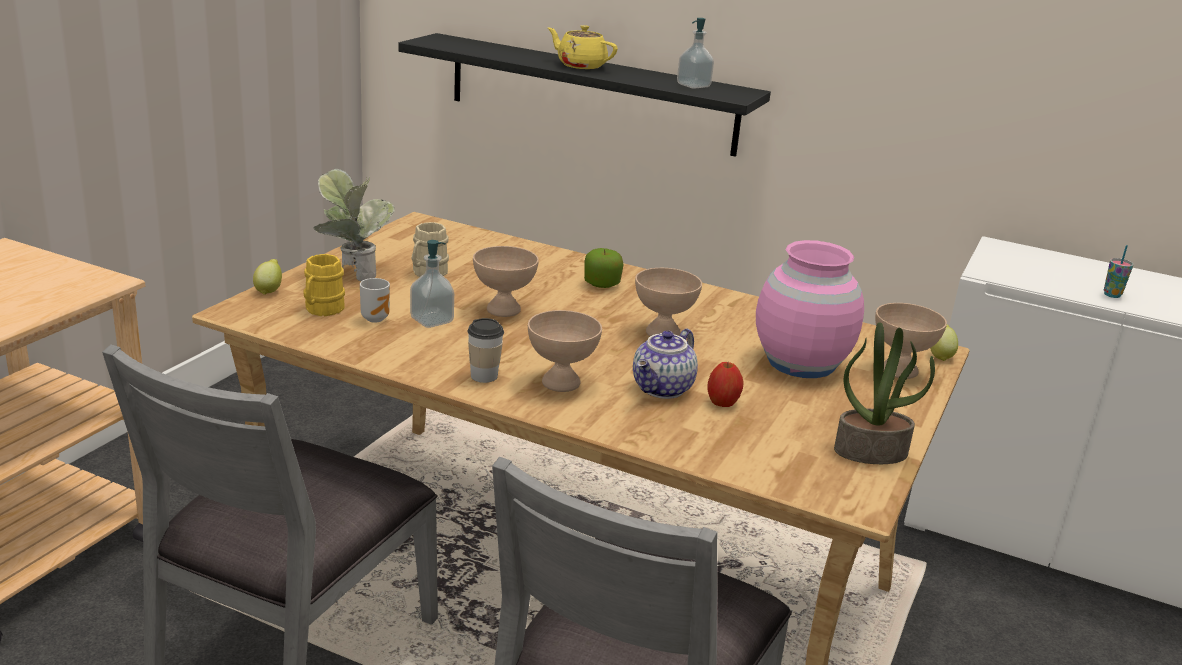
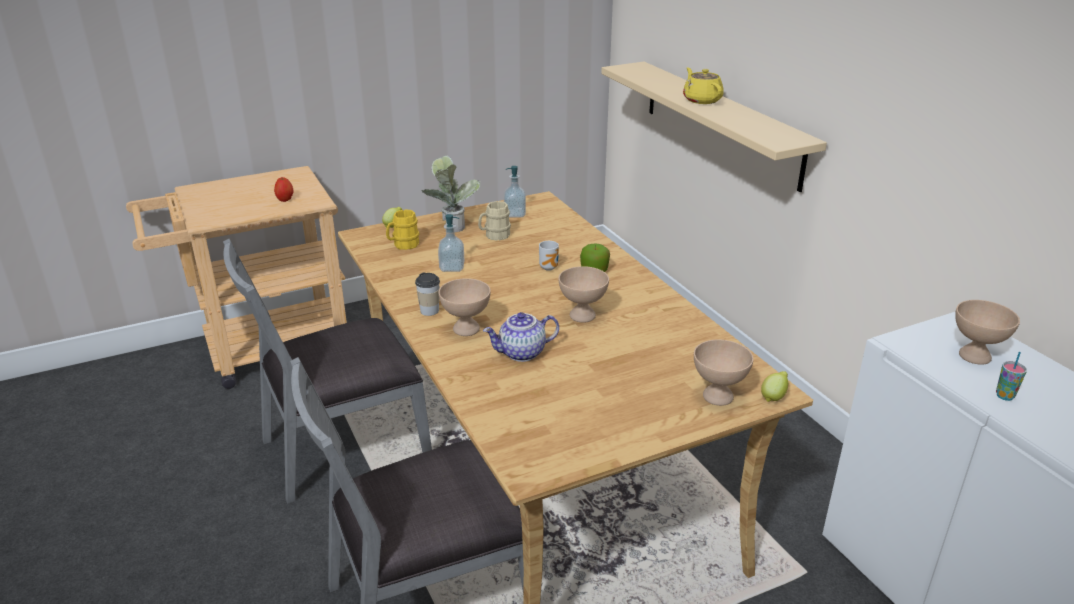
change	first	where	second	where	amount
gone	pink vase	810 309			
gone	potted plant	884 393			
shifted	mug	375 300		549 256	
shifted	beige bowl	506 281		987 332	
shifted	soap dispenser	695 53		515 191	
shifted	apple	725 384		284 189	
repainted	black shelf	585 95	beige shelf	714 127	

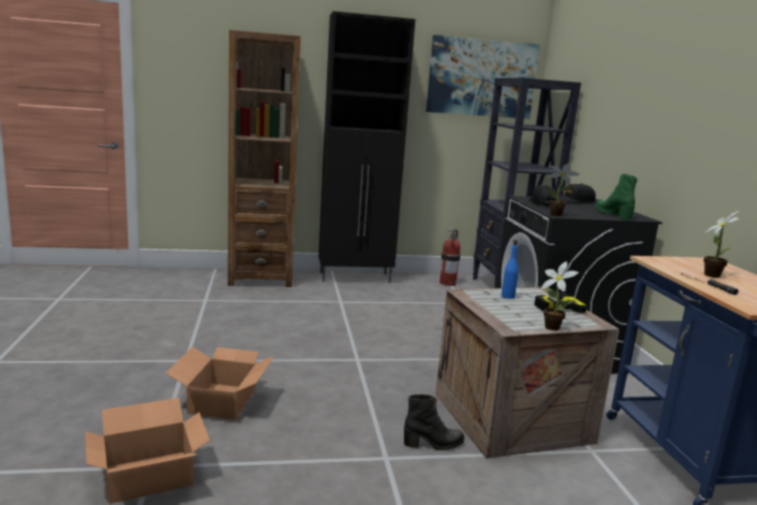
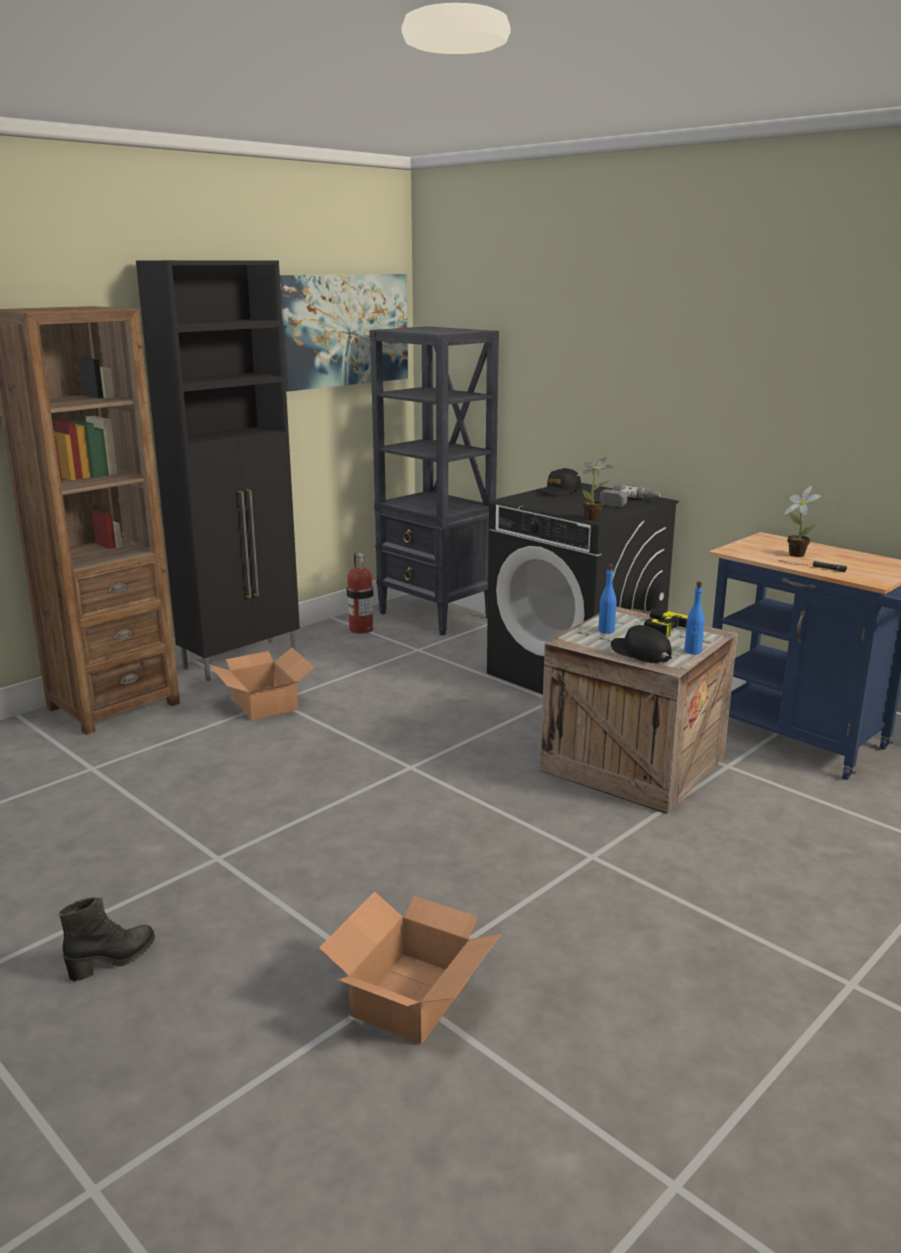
change	first	where	second	where	amount
shifted	cardboard box	220 383		261 684	
shifted	black boot	434 422		107 939	
shifted	black cap	542 196		641 644	
swapped	potted plant	560 296	blue bottle	694 618	
swapped	green boot	616 197	power drill	630 496	

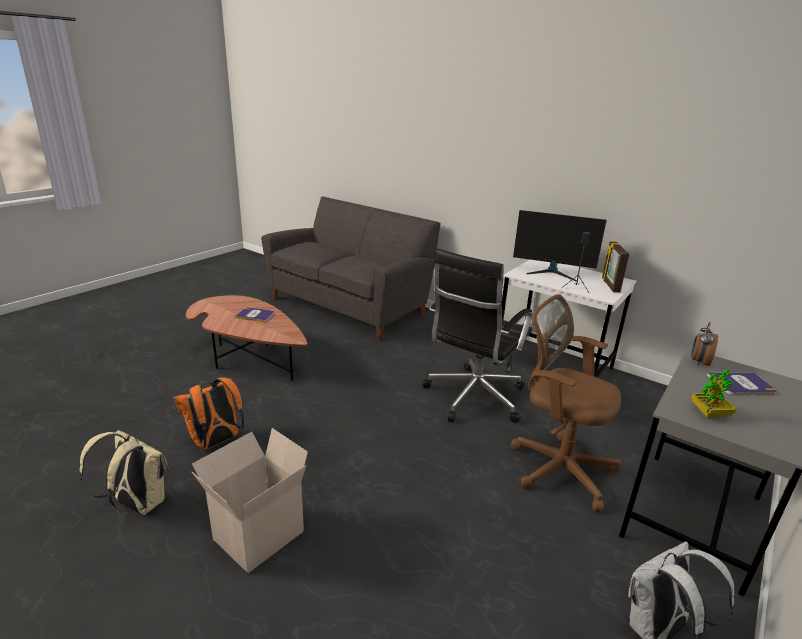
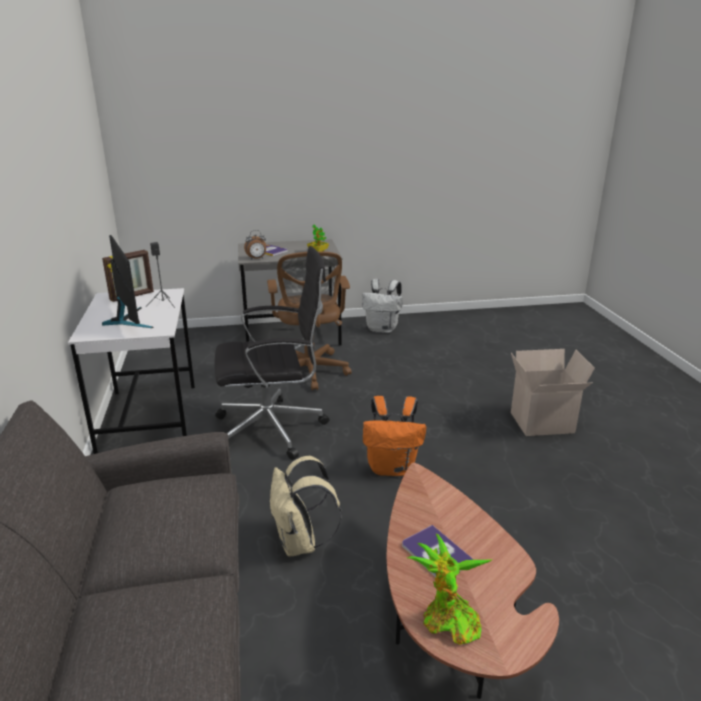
change	first	where	second	where	amount
new			potted plant	449 589	
shifted	beige backpack	124 472		306 506	
shifted	orange backpack	209 413		394 436	

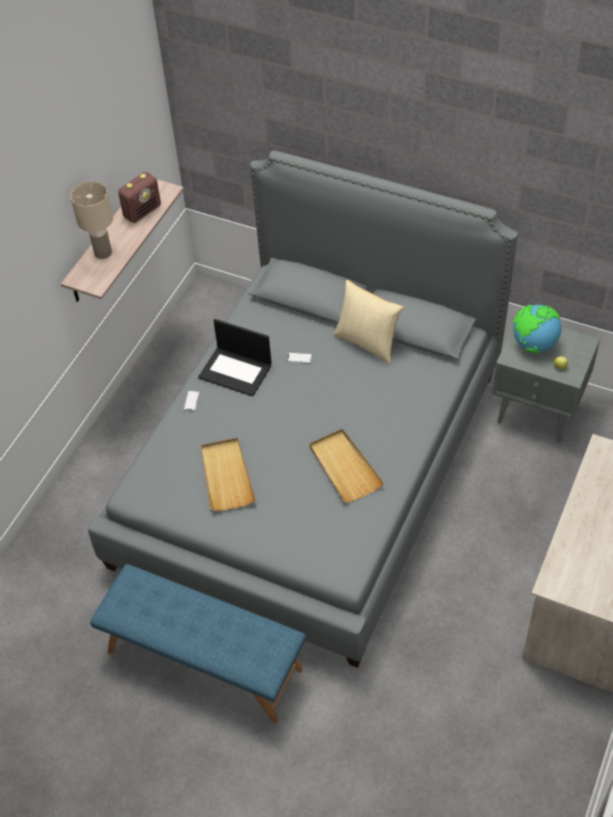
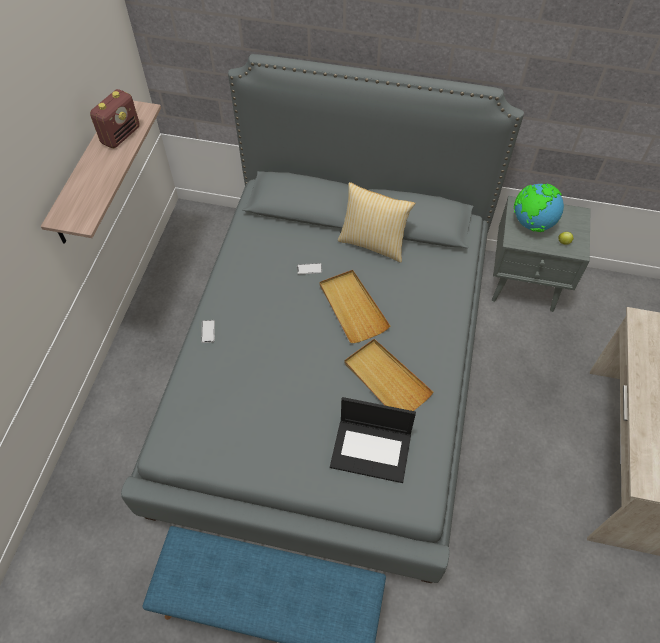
change	first	where	second	where	amount
gone	beige table lamp	91 220			
shifted	laptop	235 358		373 440	
shifted	beige tray	228 474		354 306	

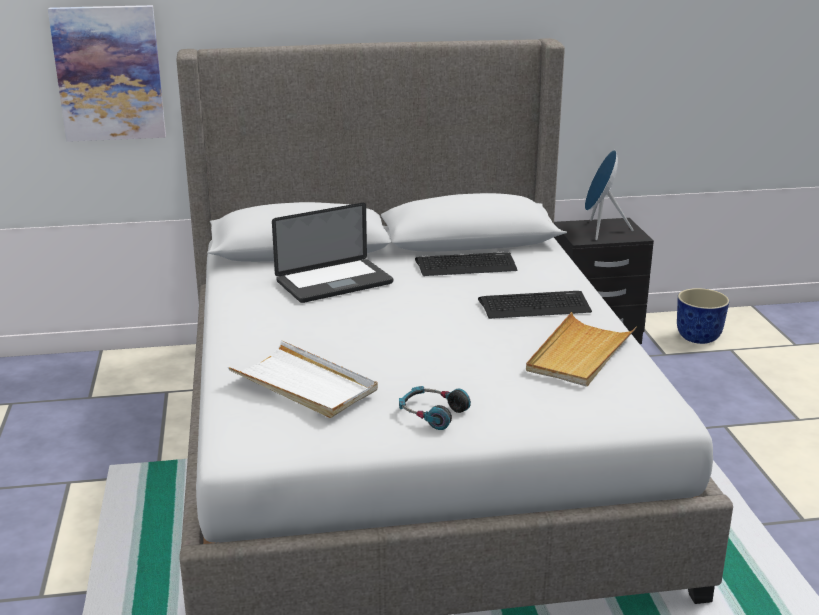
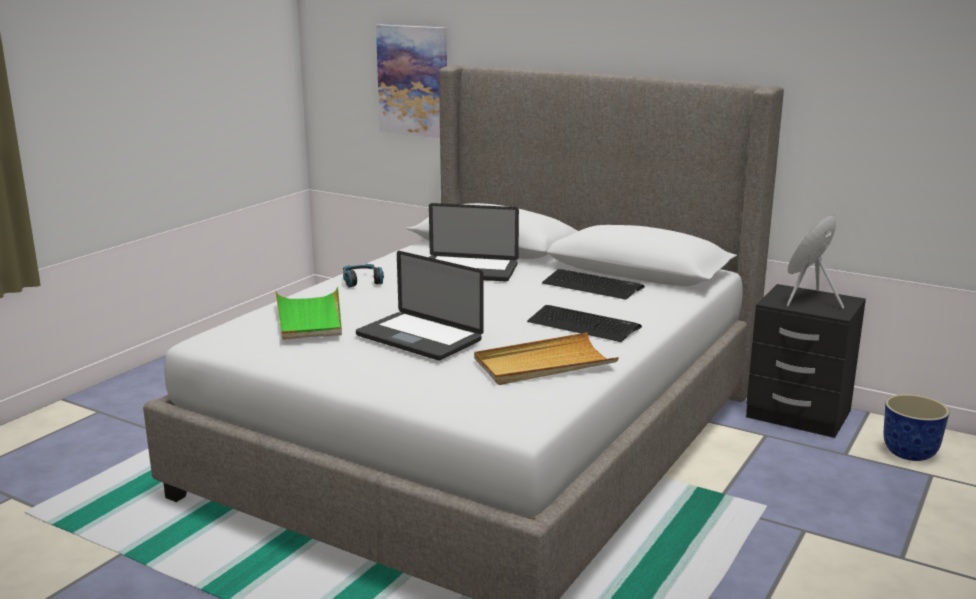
change	first	where	second	where	amount
new			laptop	420 305	
shifted	headphones	435 408		363 276	
repainted	white tray	303 379	green tray	308 313	

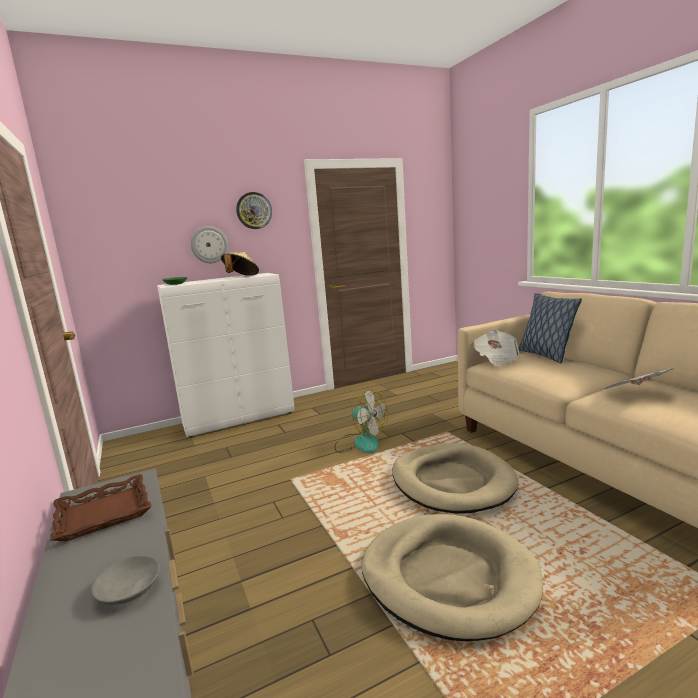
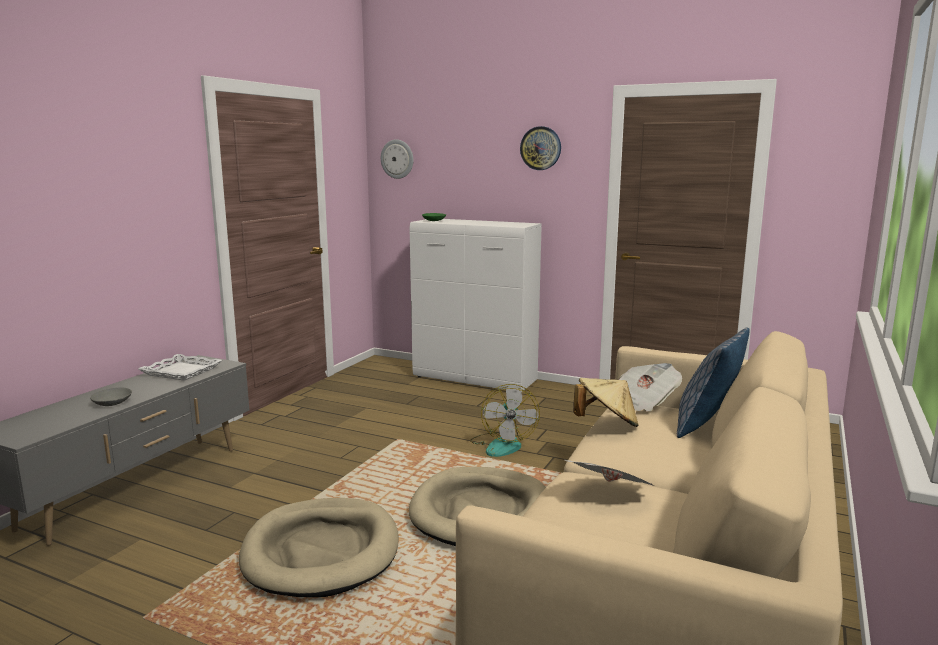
change	first	where	second	where	amount
shifted	wall clock	209 244		397 159	
shifted	beige hat	240 264		606 402	
repainted	brown tray	101 507	white tray	180 367	

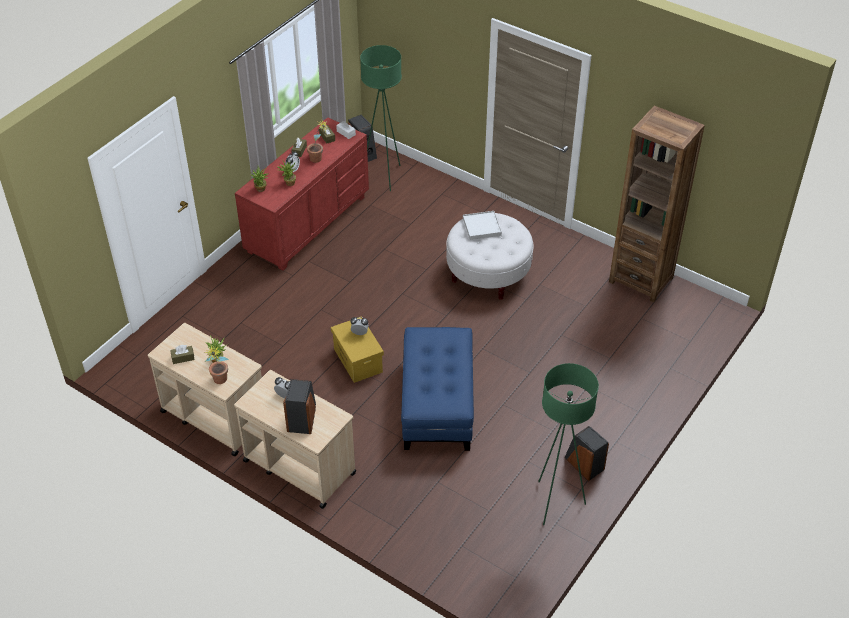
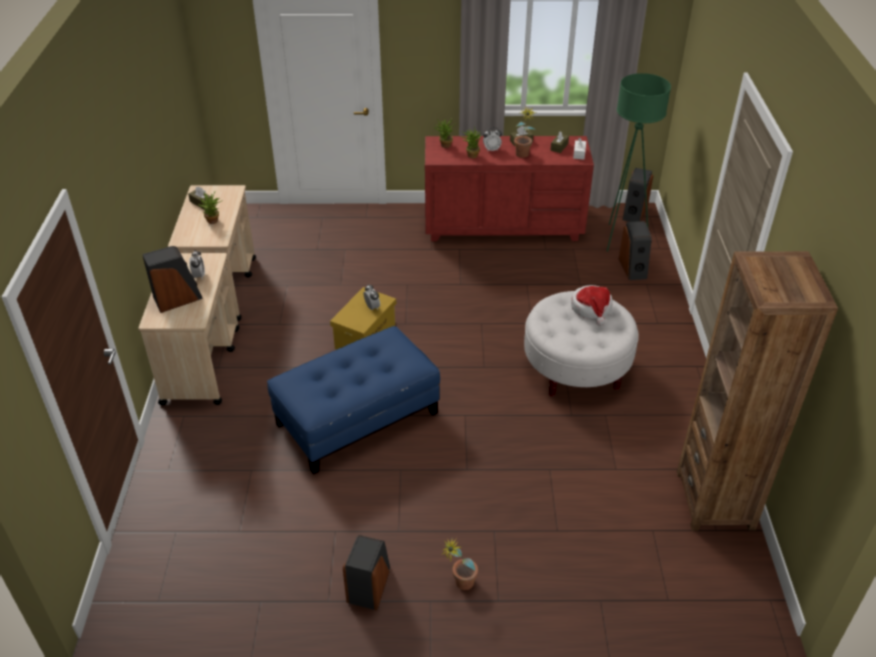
change	first	where	second	where	amount
gone	green floor lamp	568 444			
new			speaker	635 250	
shifted	potted plant	216 365		459 563	
swapped	white tray	482 225	hat	592 305	

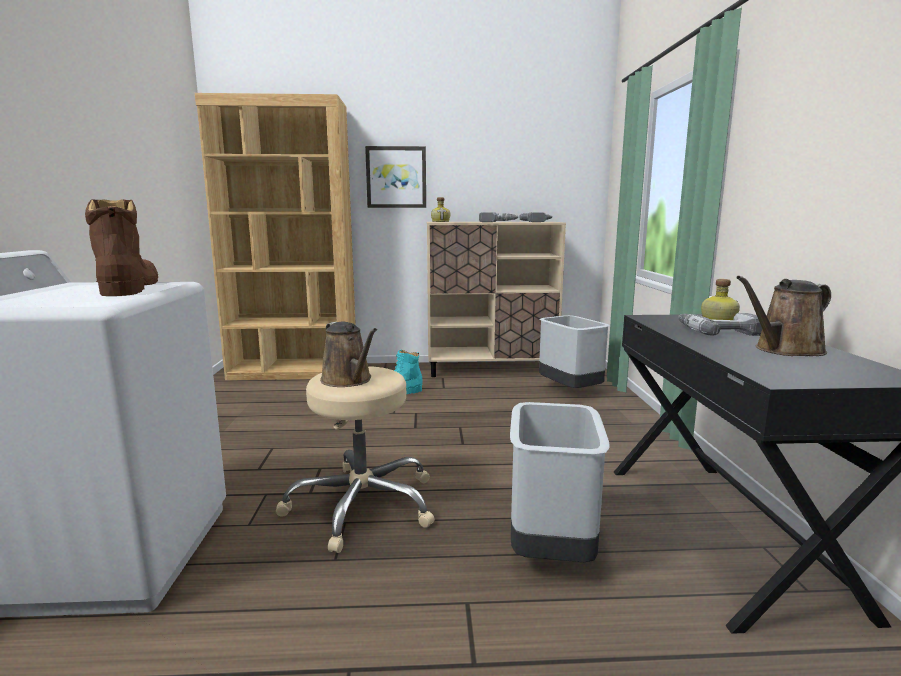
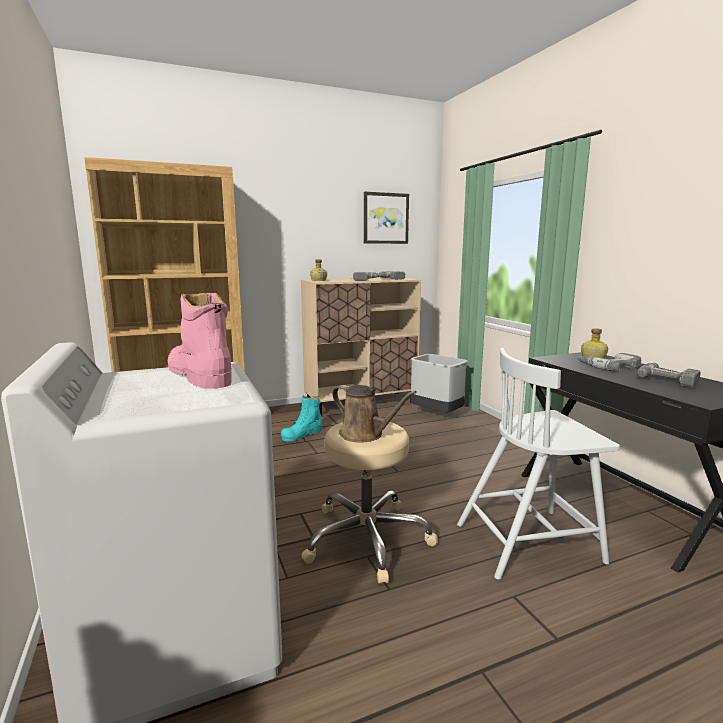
change	first	where	second	where	amount
shifted	picture	395 177		386 218	
swapped	grey trash can	560 482	white chair	538 464	
swapped	brown watering can	783 316	power drill	669 375	
repainted	brown boot	121 247	pink boot	200 340	

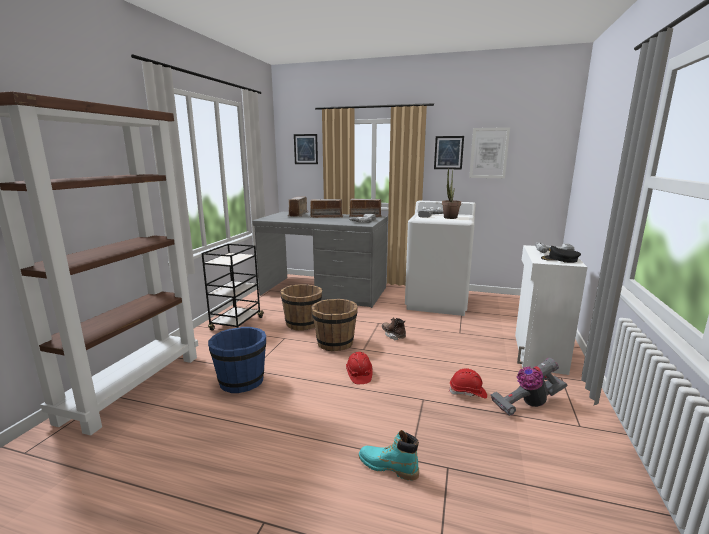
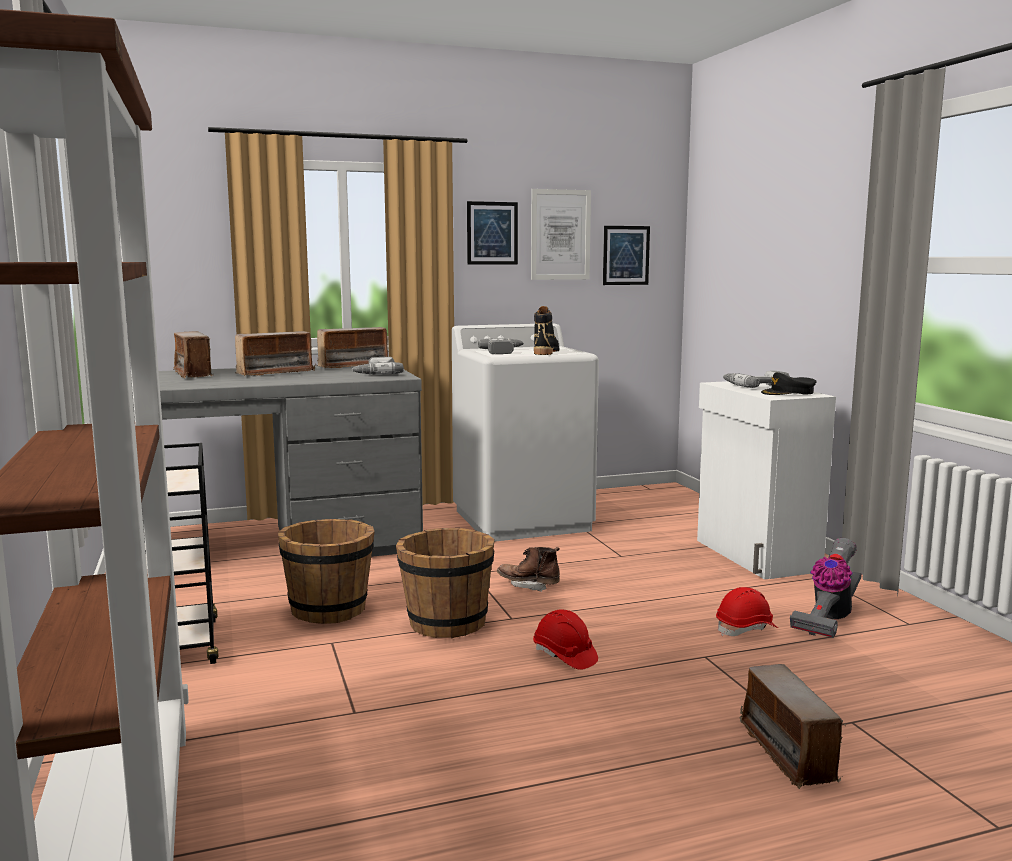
change	first	where	second	where	amount
gone	blue bucket	237 360			
shifted	picture	306 149		626 255	
swapped	turquoise boot	389 455	radio	793 726	
swapped	potted plant	451 193	black boot	546 330	

